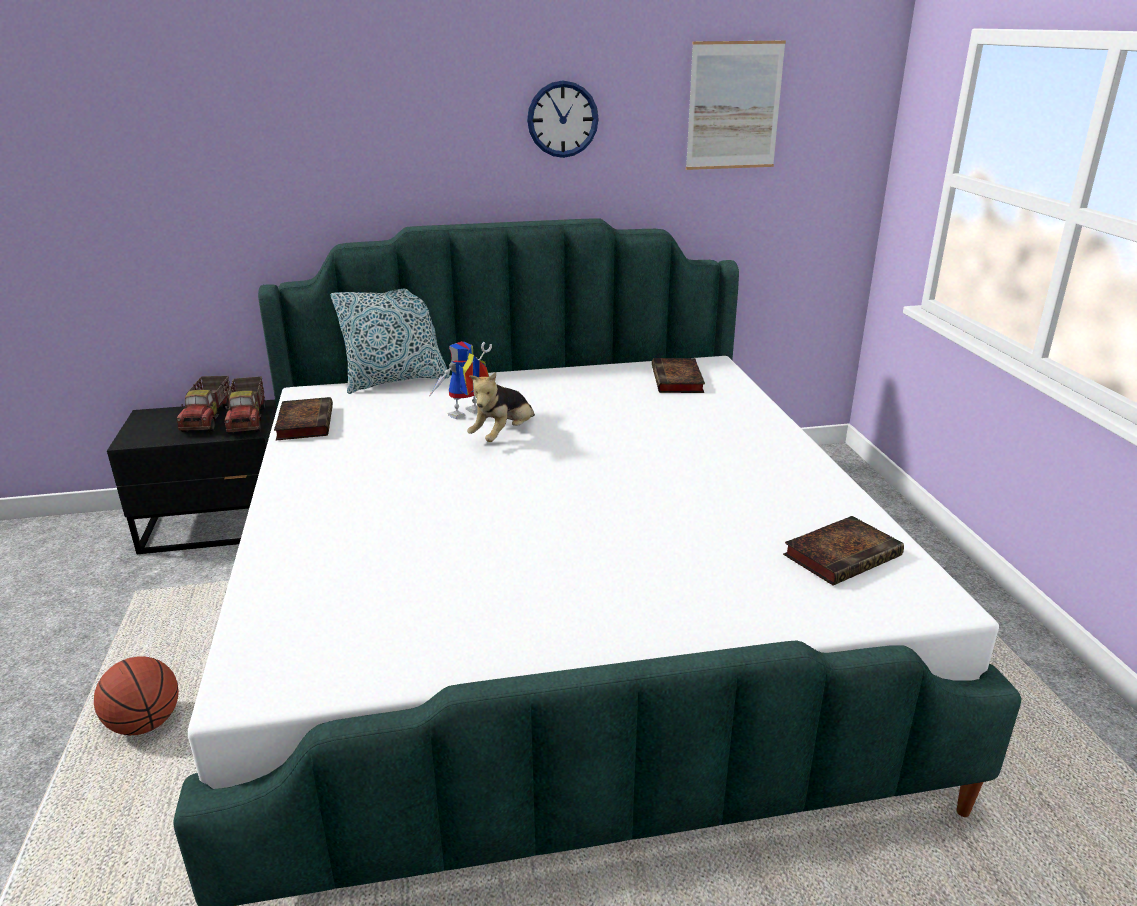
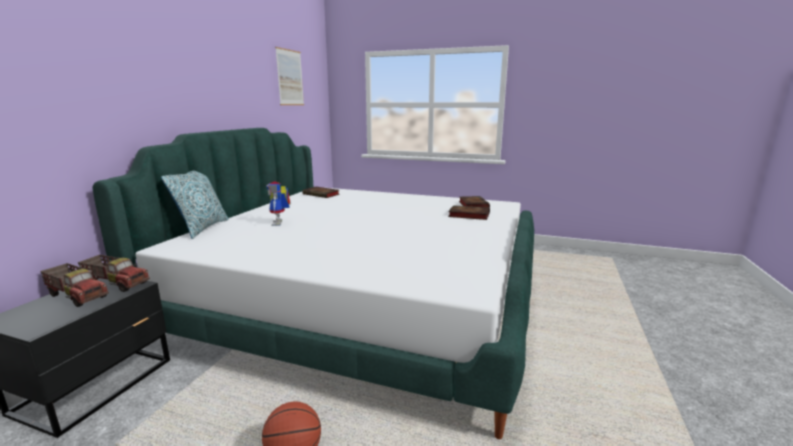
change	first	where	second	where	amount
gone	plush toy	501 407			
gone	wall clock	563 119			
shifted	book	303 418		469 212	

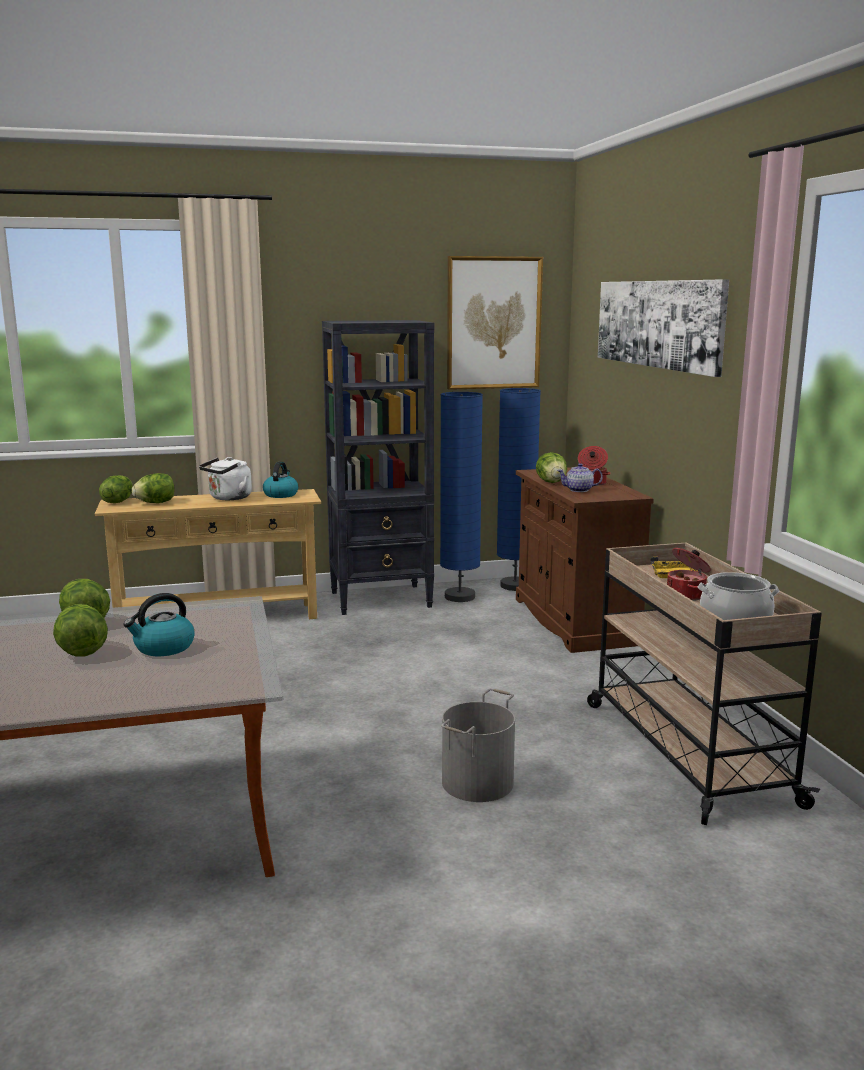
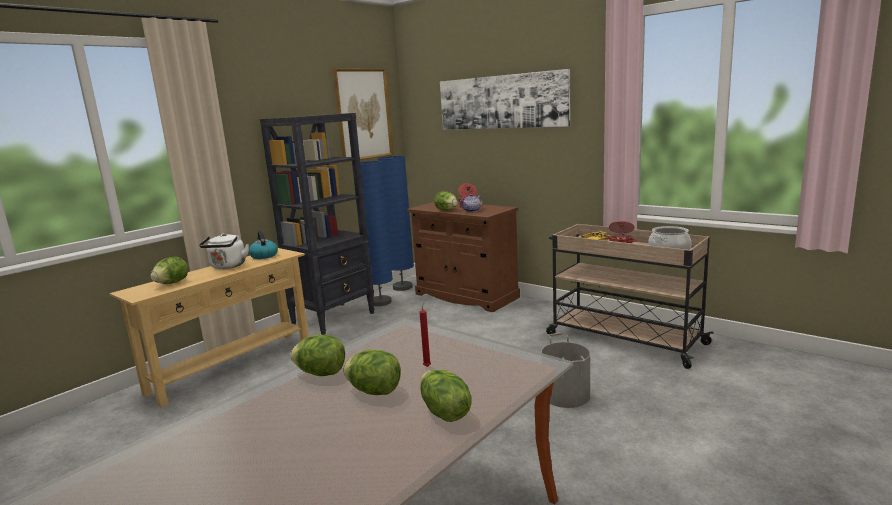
change	first	where	second	where	amount
shifted	lettuce	116 489		446 396	
swapped	kettle	158 624	red candle	425 335	

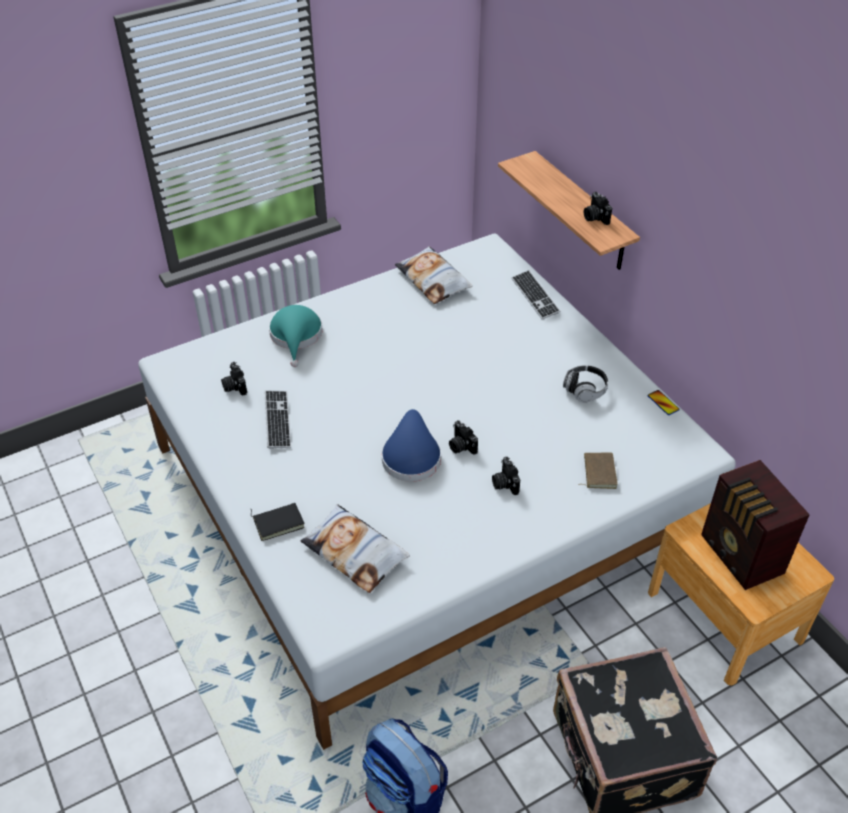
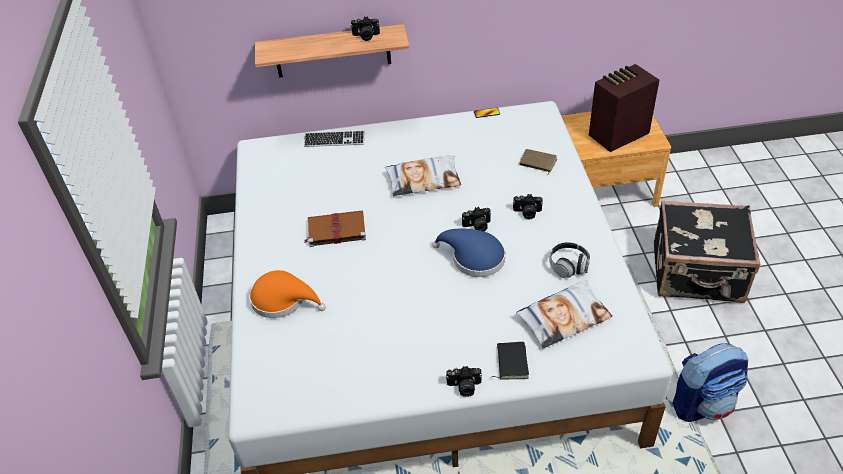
change	first	where	second	where	amount
gone	keyboard	278 420			
new			brown book	335 228	
shifted	photo camera	234 378		464 381	
shifted	pillow	433 275		423 175	
shifted	headphones	586 384		569 260	
repainted	turquoise hat	296 336	orange hat	287 294	
rotated	radio	756 525		624 108	150 degrees clockwise

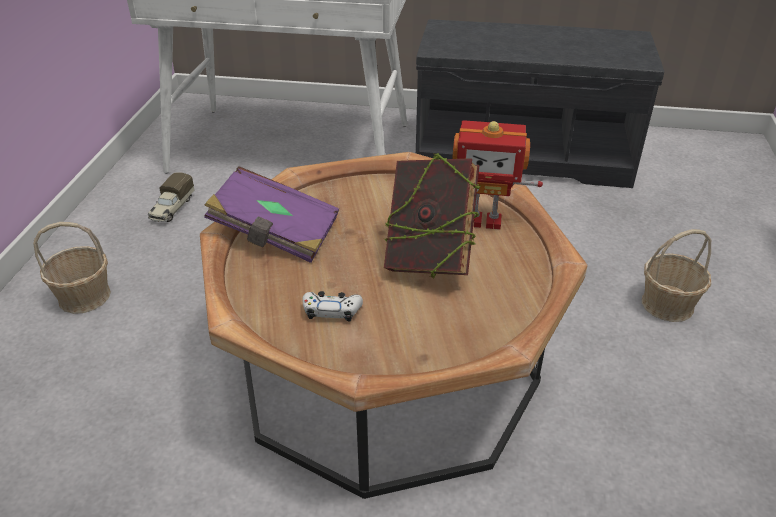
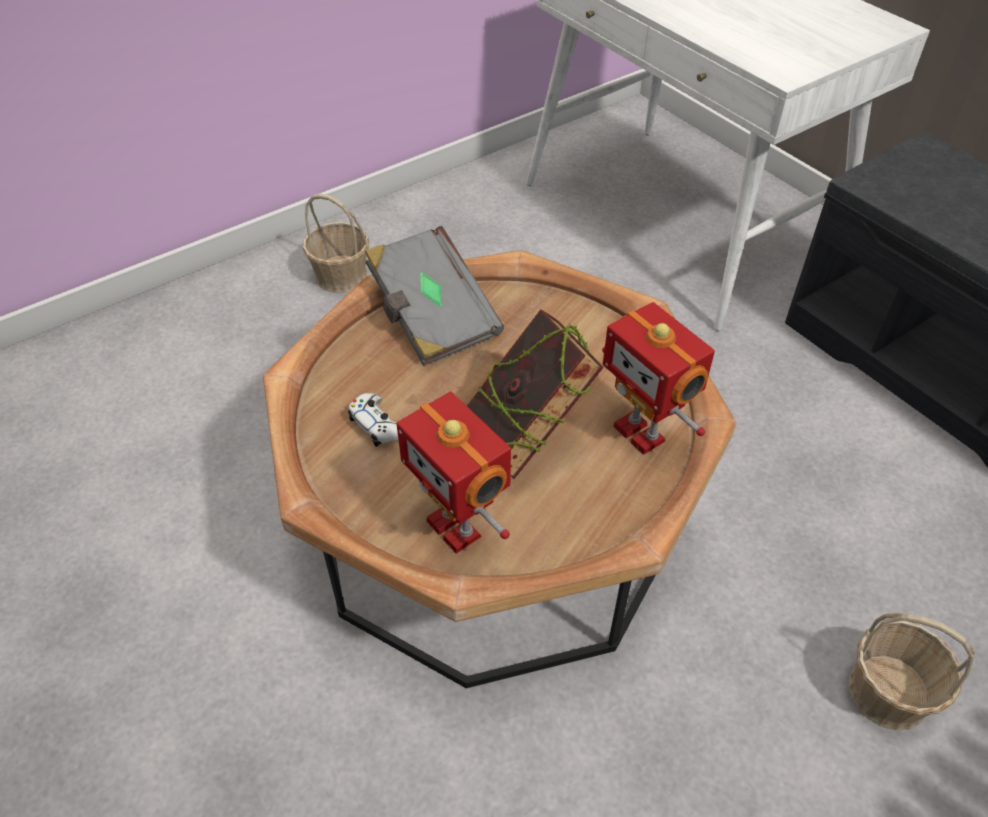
change	first	where	second	where	amount
gone	toy truck	171 197			
new			toy robot	453 473	
repainted	purple book	271 214	grey book	434 296	

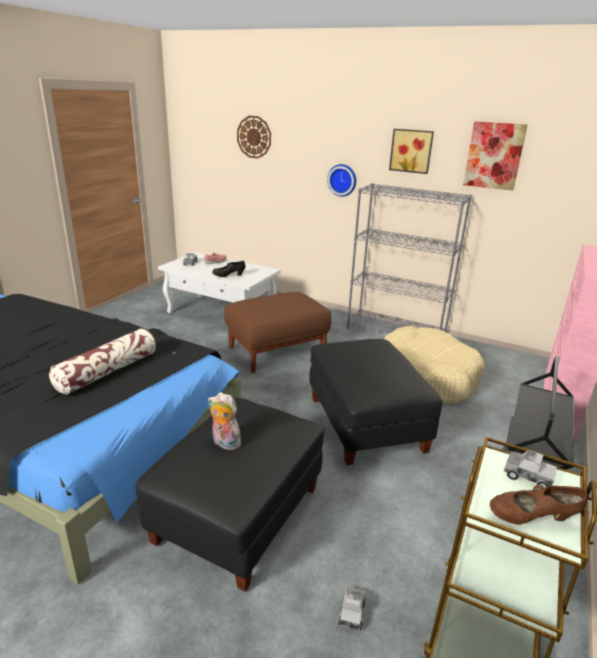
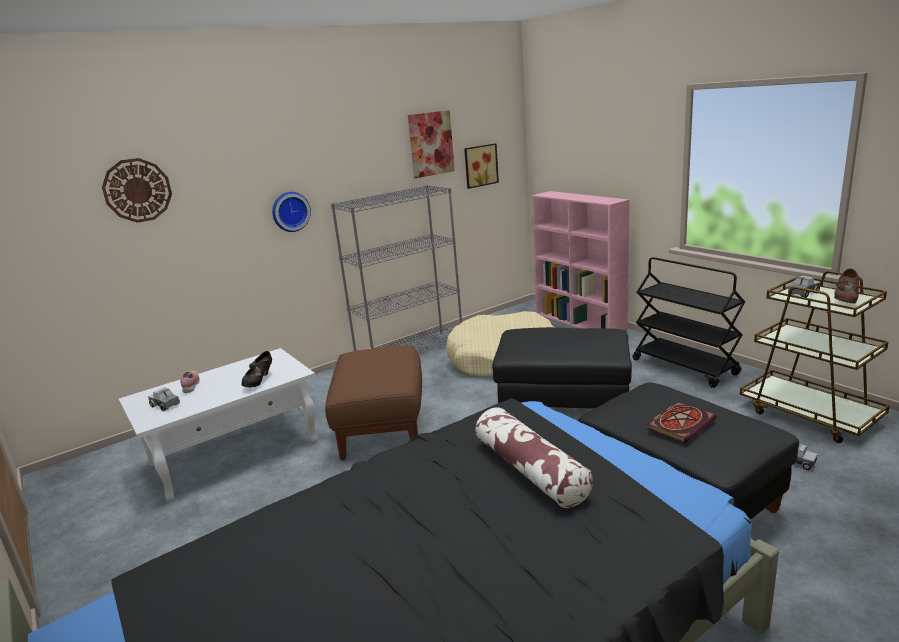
change	first	where	second	where	amount
shifted	picture	411 151		481 166	
swapped	plush toy	224 421	book	682 422	

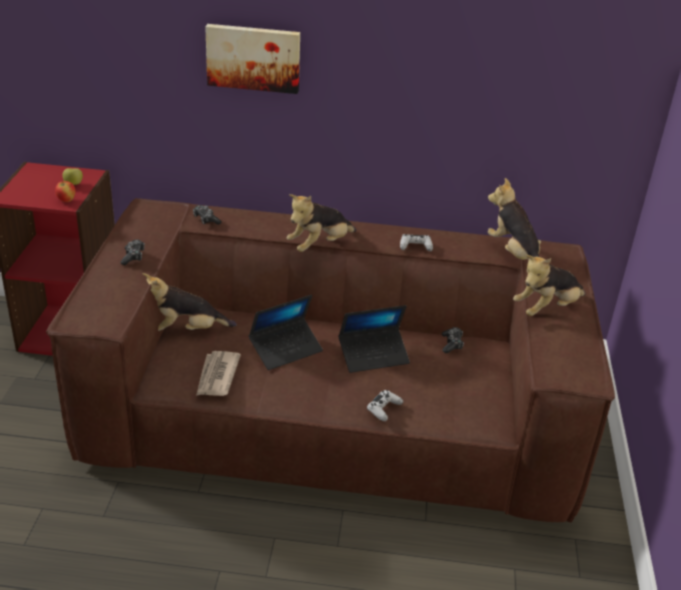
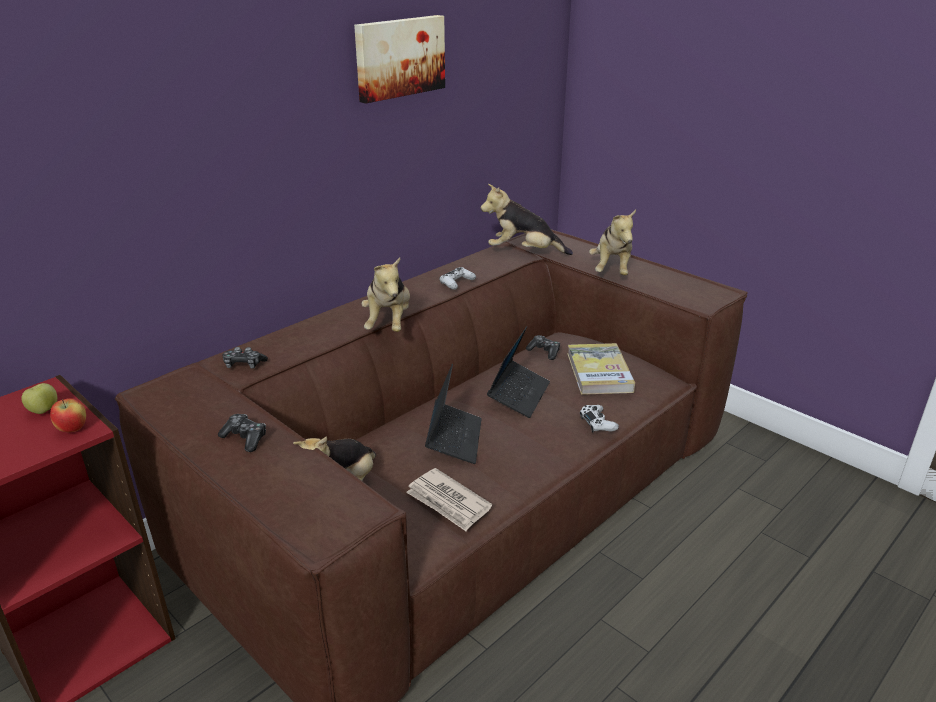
change	first	where	second	where	amount
new			book	601 369	
shifted	picture	252 59		399 59	

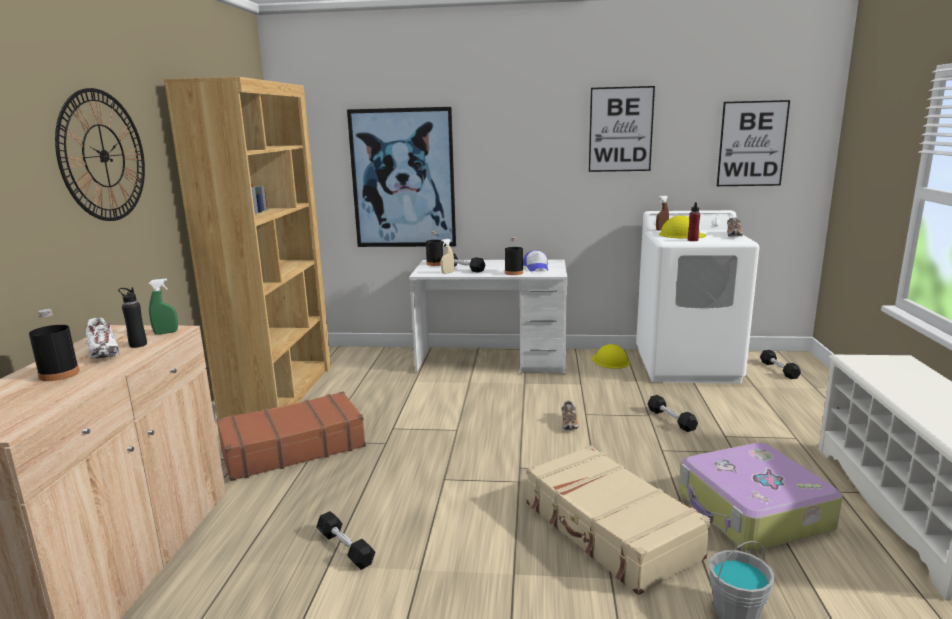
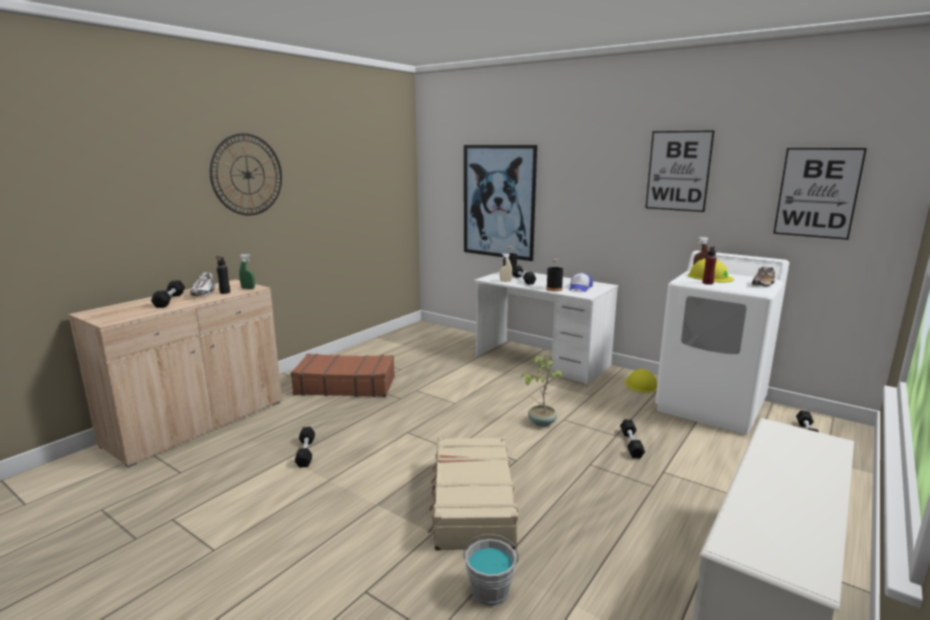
change	first	where	second	where	amount
gone	brown bookcase	247 247			
gone	suitcase	761 497			
swapped	black bottle	54 345	black dumbbell	168 294	
swapped	shoe	570 415	potted plant	542 391	

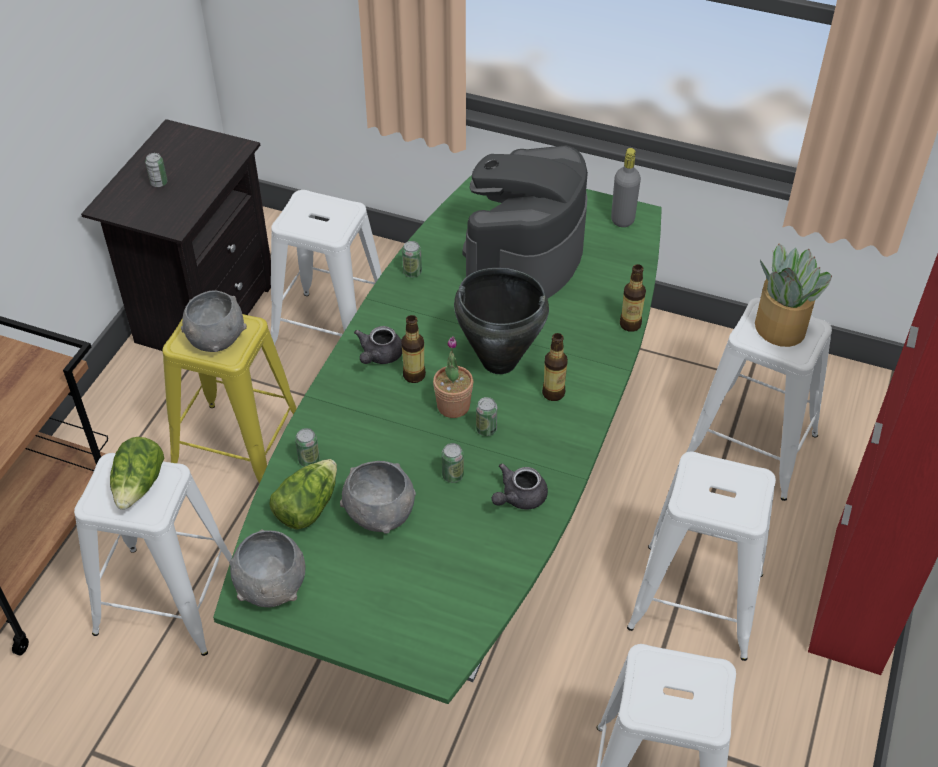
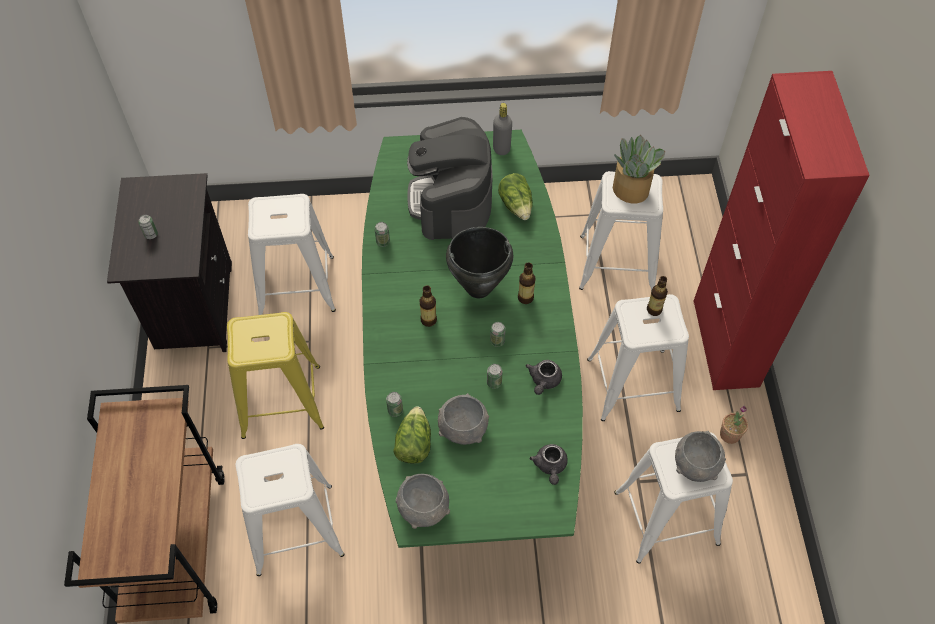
change	first	where	second	where	amount
shifted	lettuce	137 473		515 196	
shifted	grey bowl	214 321		700 456	
shifted	grey teapot	378 345		548 464	
shifted	potted plant	453 377		734 424	
shifted	bottle	633 298		657 296	

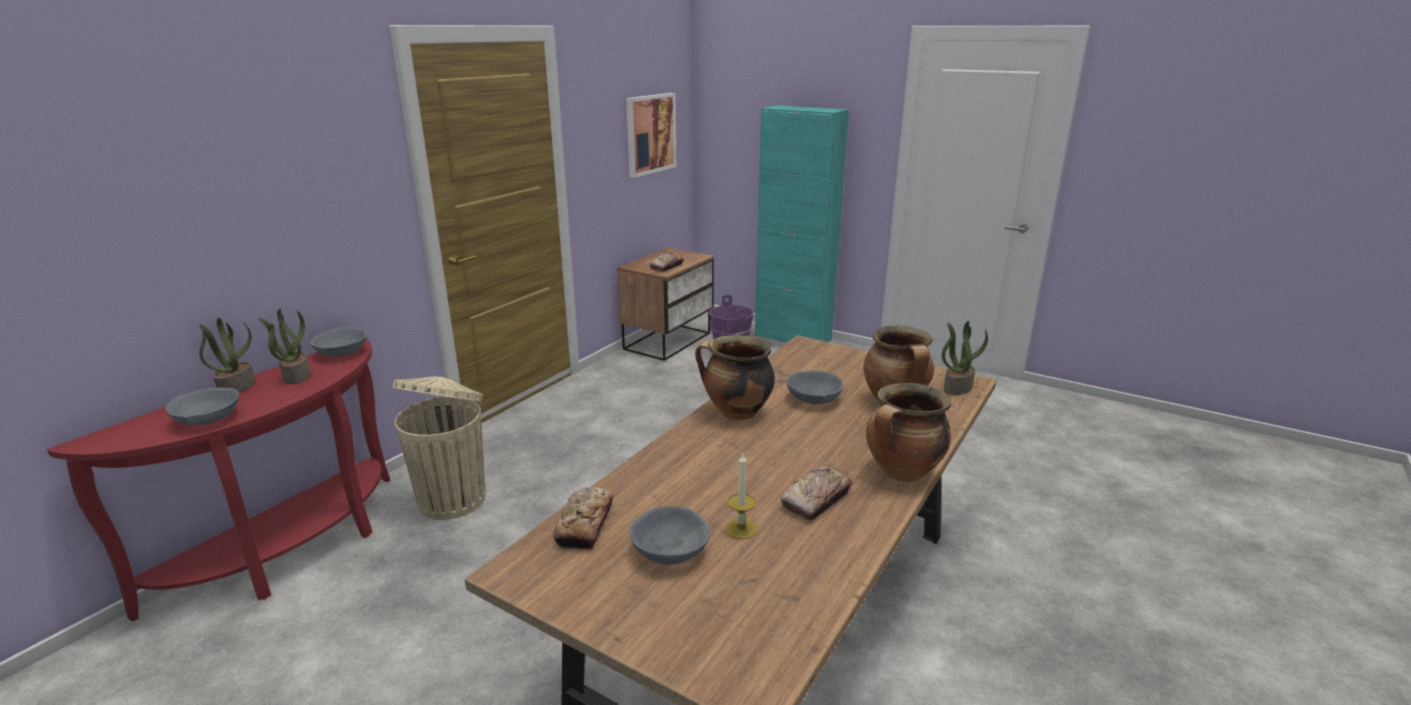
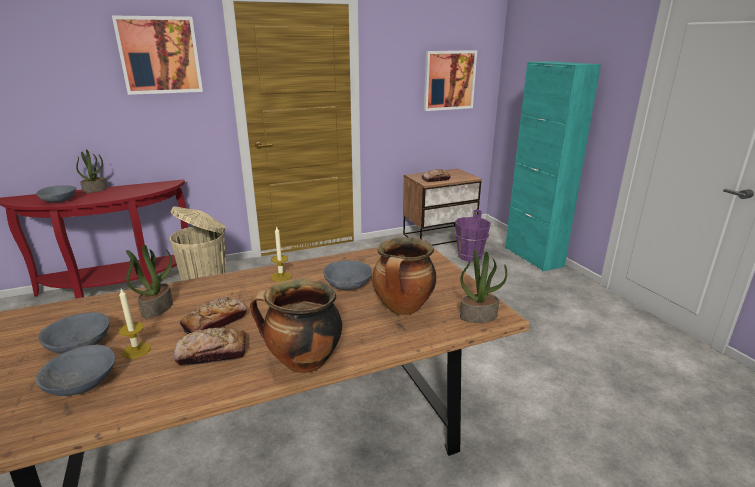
change	first	where	second	where	amount
new			picture	157 55	
shifted	potted plant	284 346		149 281	
shifted	grey bowl	339 342		75 370	
shifted	bread	583 518		213 315	
swapped	cooking pot	735 377	candle	281 254	

